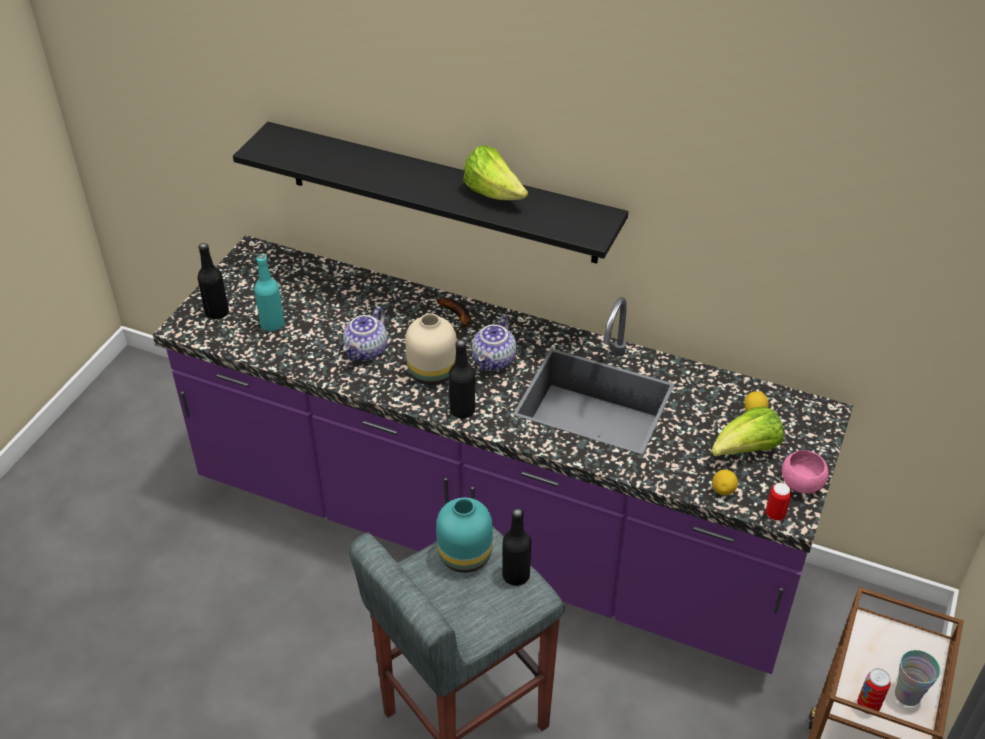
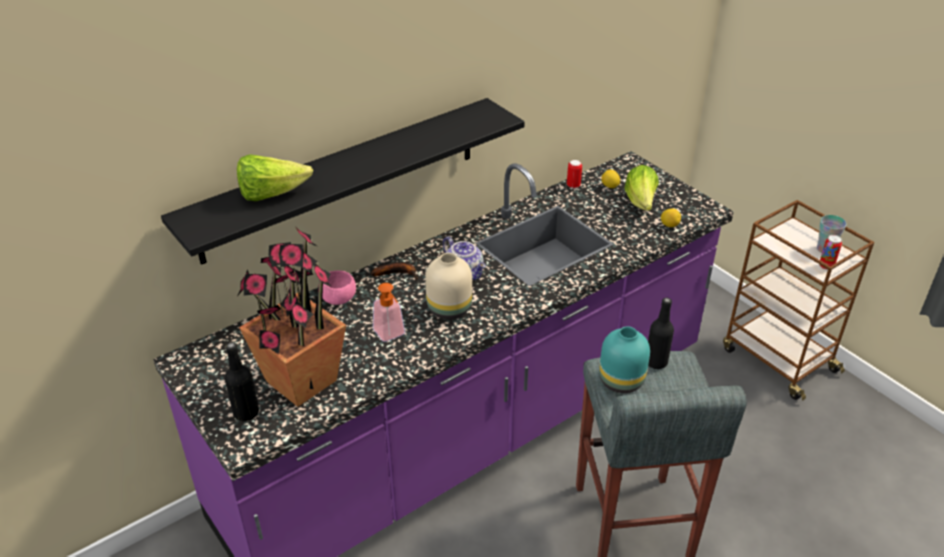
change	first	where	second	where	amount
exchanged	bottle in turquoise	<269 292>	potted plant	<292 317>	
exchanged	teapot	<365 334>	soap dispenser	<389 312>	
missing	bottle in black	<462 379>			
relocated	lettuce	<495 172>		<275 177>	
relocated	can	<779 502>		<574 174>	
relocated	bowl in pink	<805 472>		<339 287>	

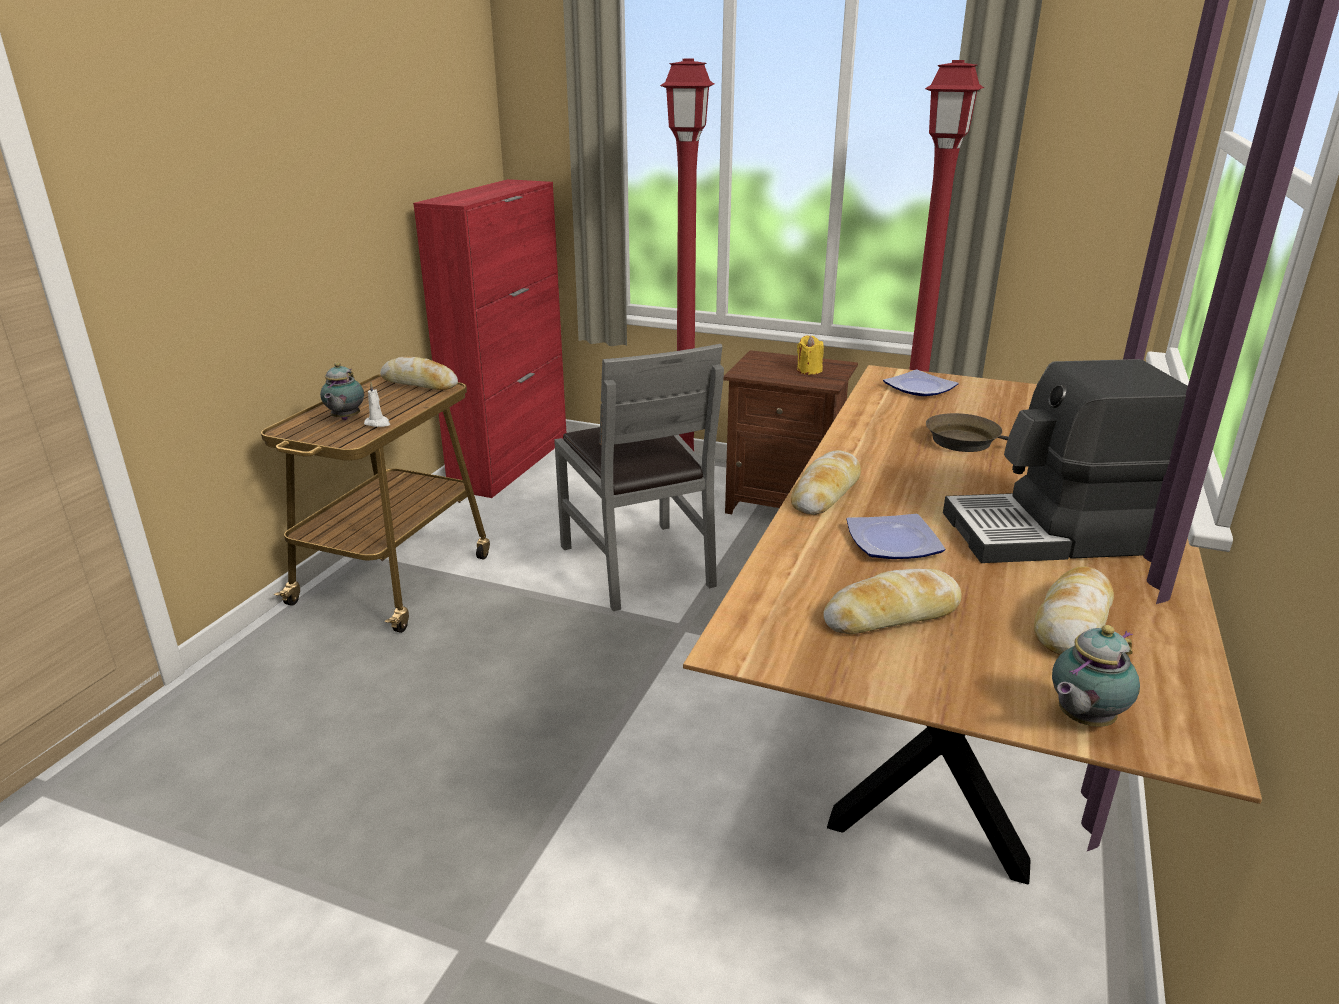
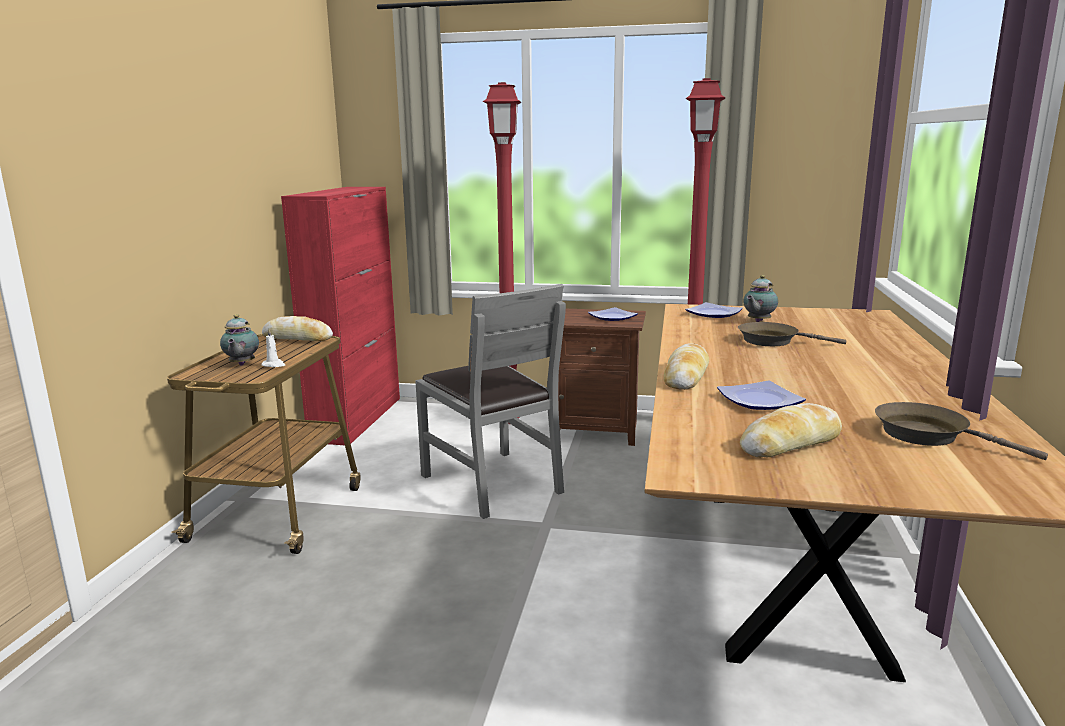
change	first	where	second	where	amount
exchanged	candle in yellow	<810 355>	plate	<613 314>	
missing	coffee machine	<1065 461>			
exchanged	bread	<1074 610>	frying pan in brown	<961 431>	
relocated	teapot	<1096 676>		<760 298>	

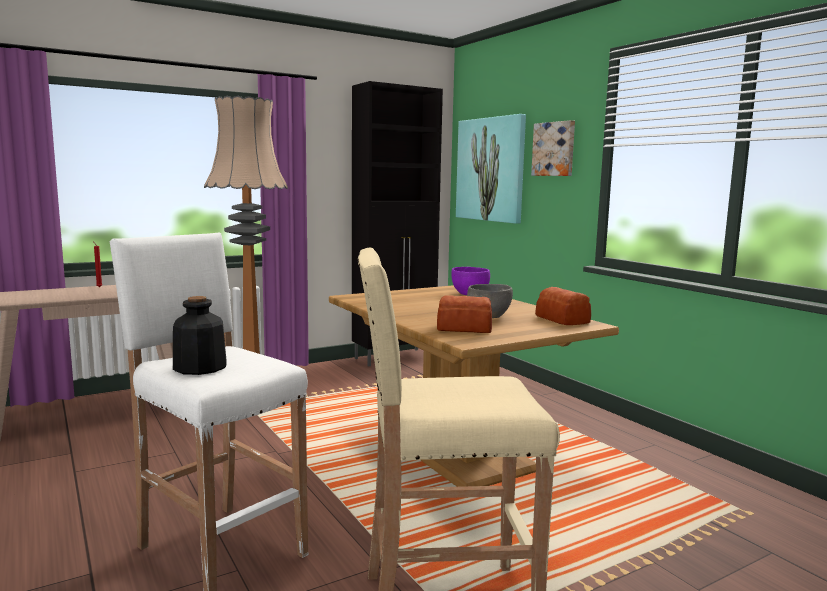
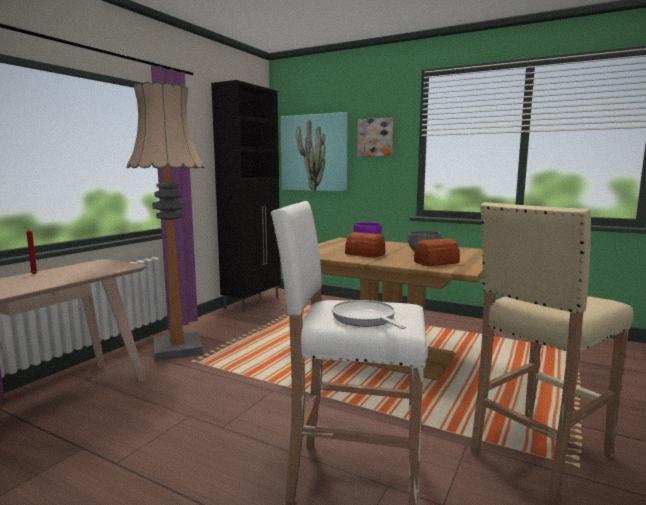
change	first	where	second	where	amount
exchanged	bottle	<200 335>	frying pan	<369 314>	
relocated	bread	<563 306>		<365 244>	

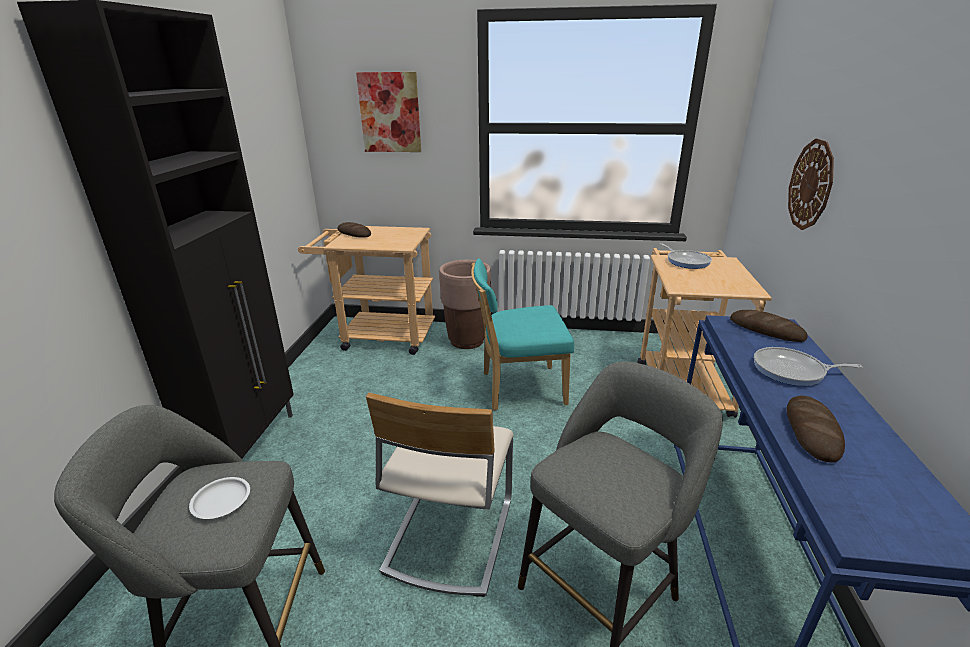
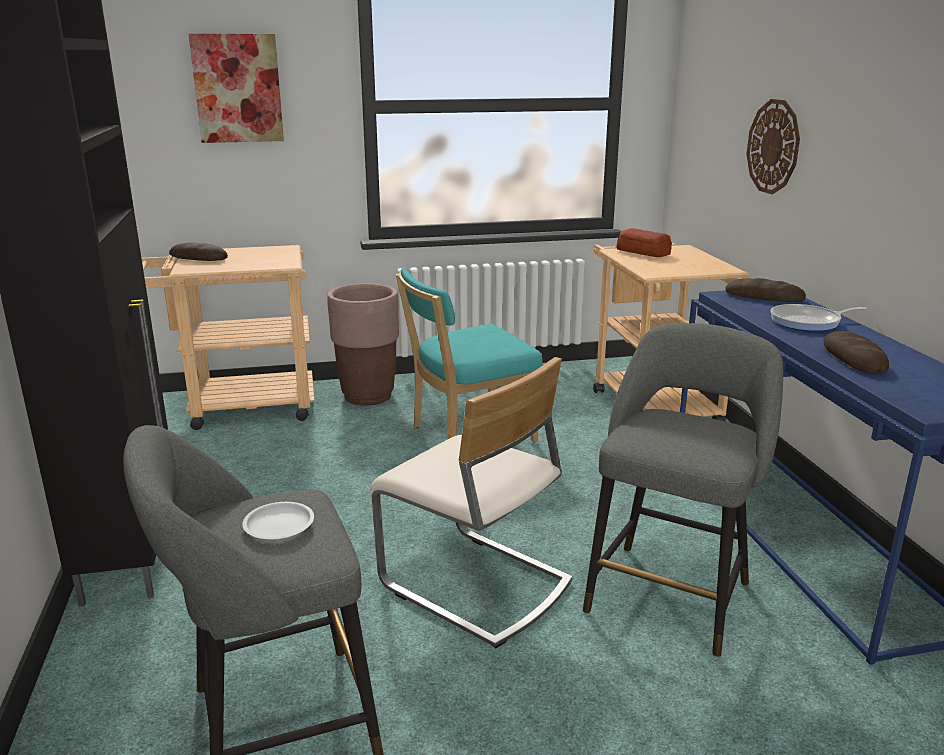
change	first	where	second	where	amount
spun	chair in beige	<440 495>		<471 502>	45 degrees counterclockwise
exchanged	frying pan	<685 256>	bread	<644 242>	

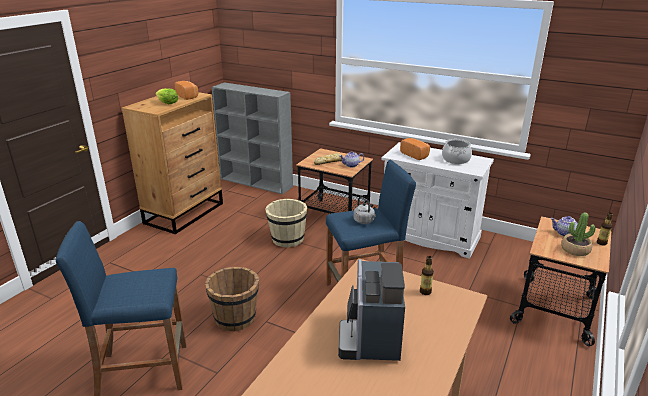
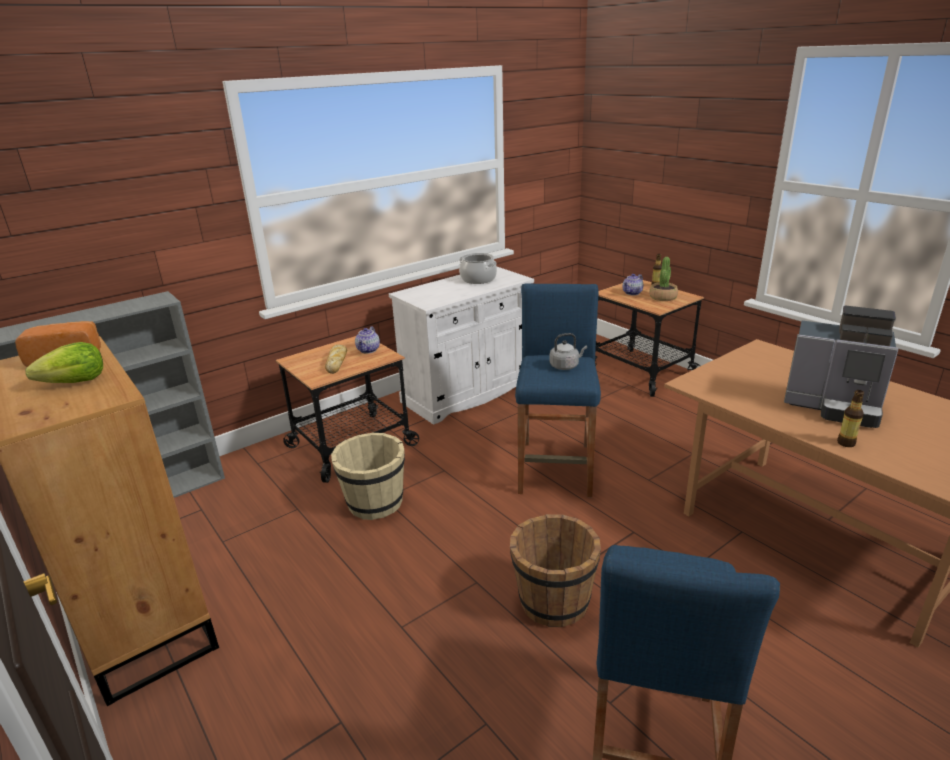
change	first	where	second	where	amount
missing	bread	<415 149>			
relocated	bottle	<427 275>		<850 418>	

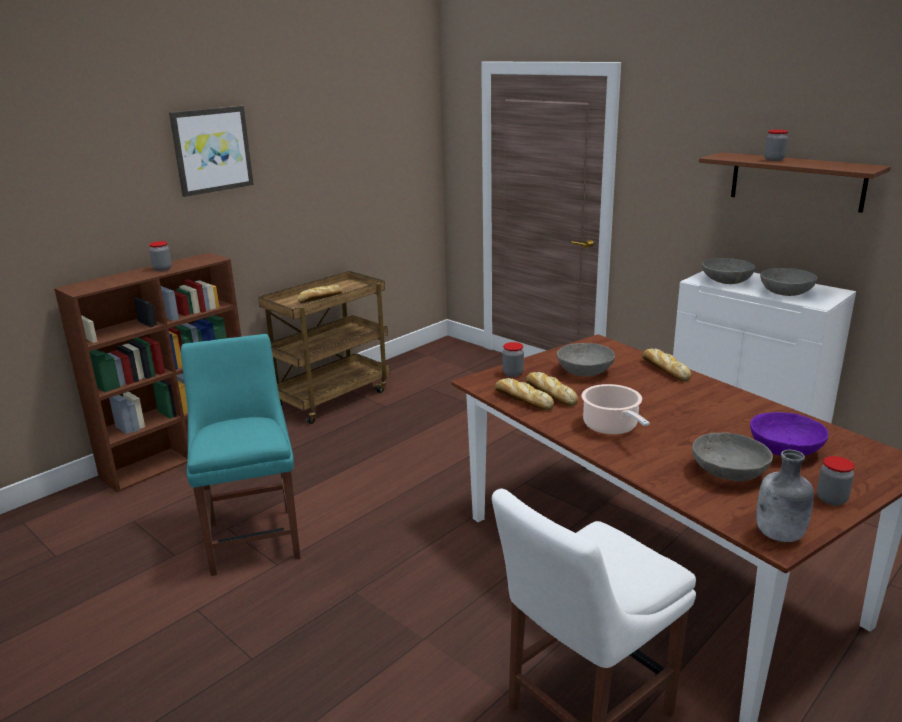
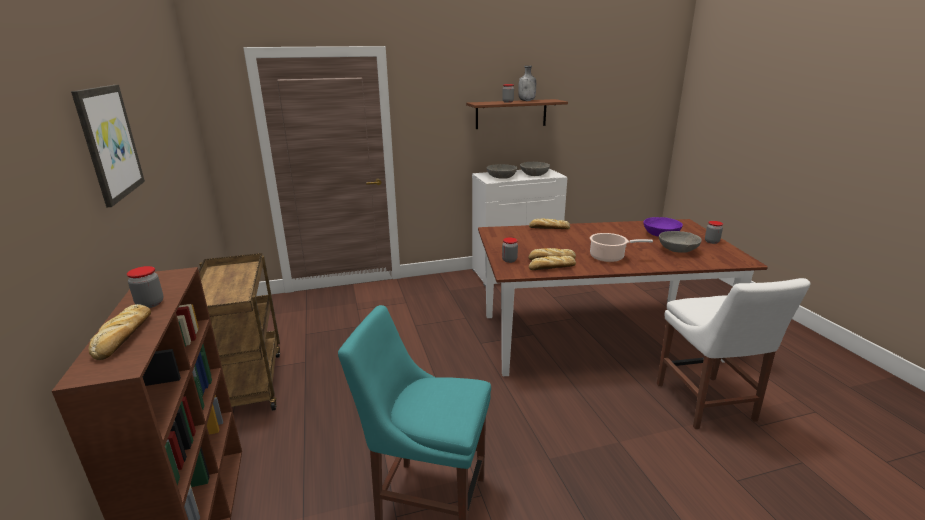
change	first	where	second	where	amount
relocated	bread	<320 294>		<120 332>	
missing	bowl in grey	<586 360>			
relocated	bottle in grey	<785 496>		<527 83>	

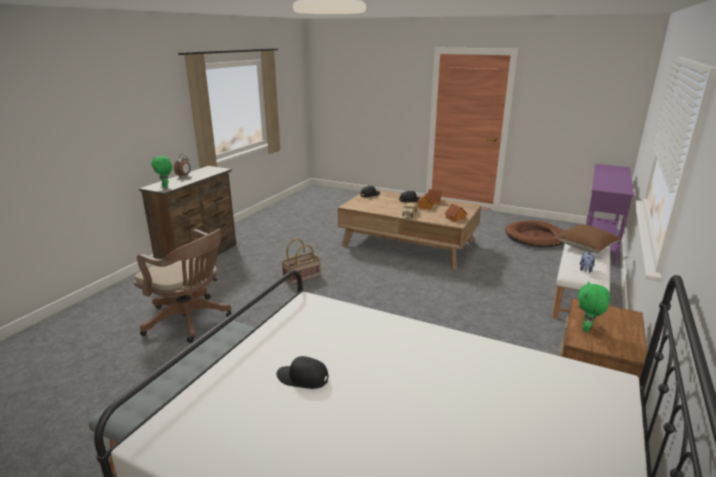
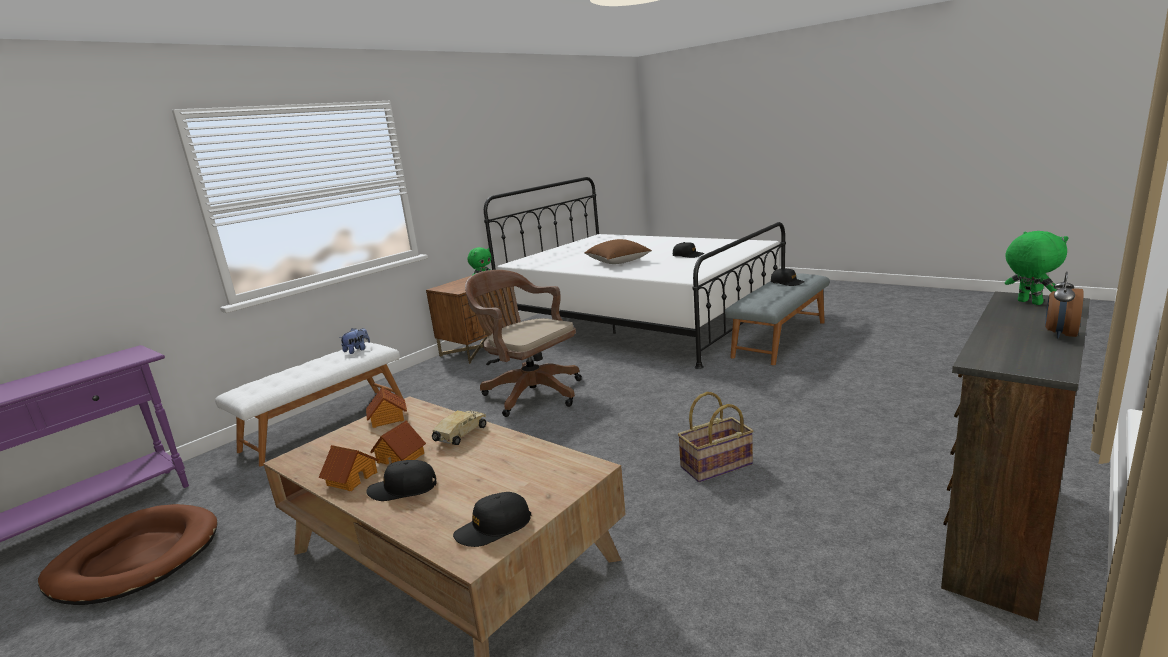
change	first	where	second	where	amount
relocated	office chair in brown	<183 285>		<523 343>	
relocated	pillow in brown	<588 239>		<618 251>	
appeared			cap in black	<788 277>	

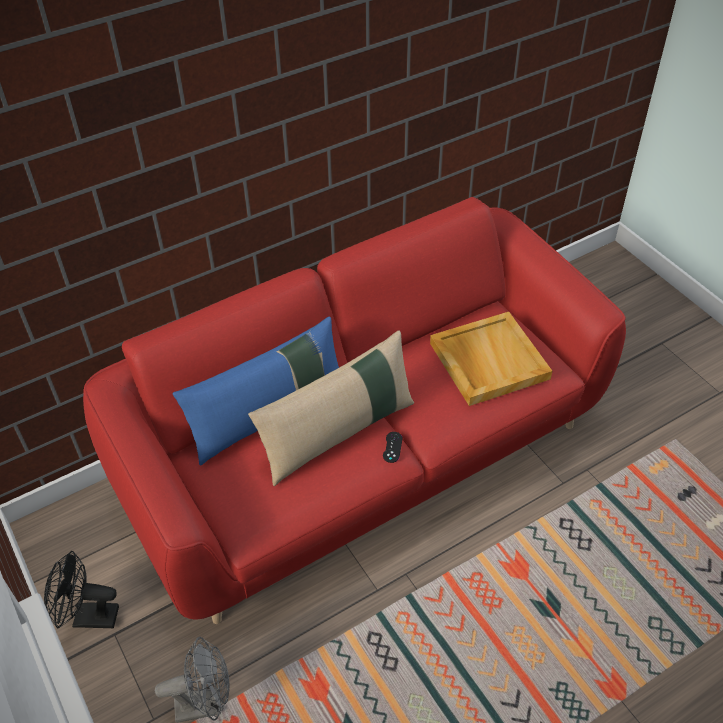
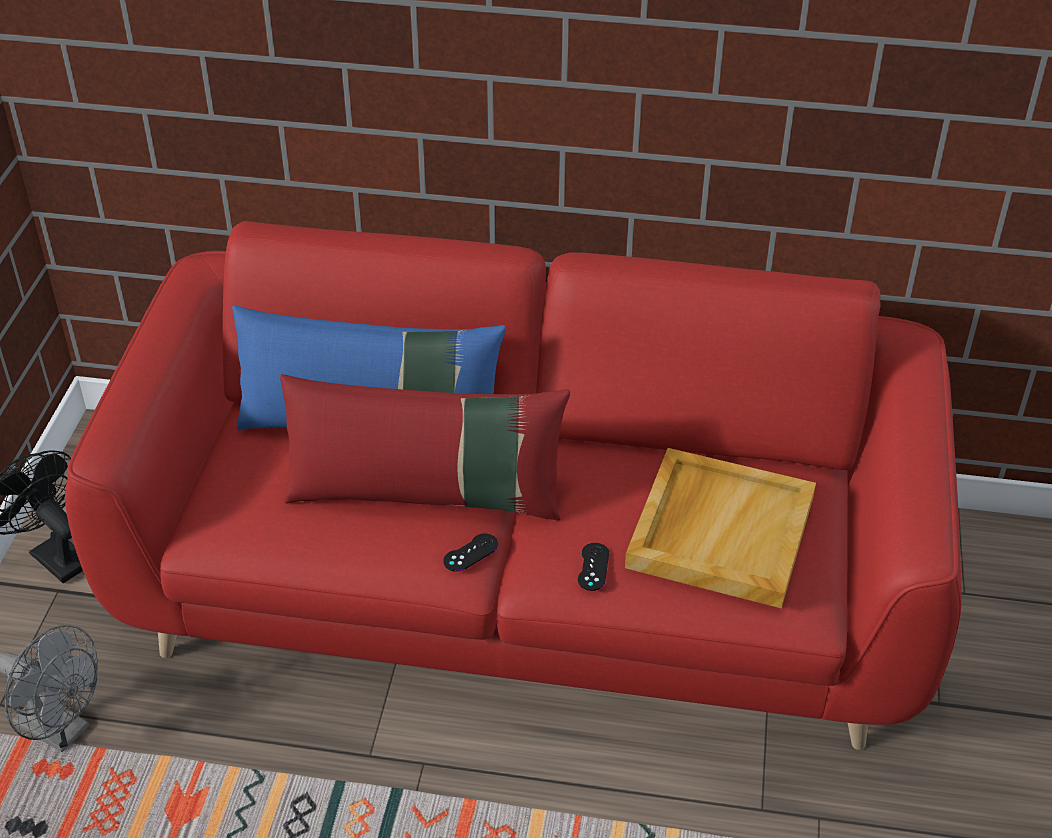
change	first	where	second	where	amount
colour	pillow in beige	<331 408>	pillow in red	<425 447>	
appeared			game controller in black	<593 567>	

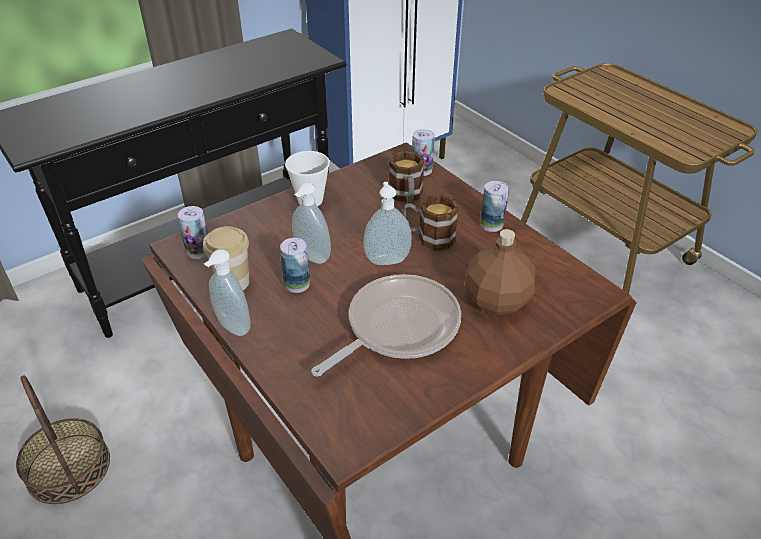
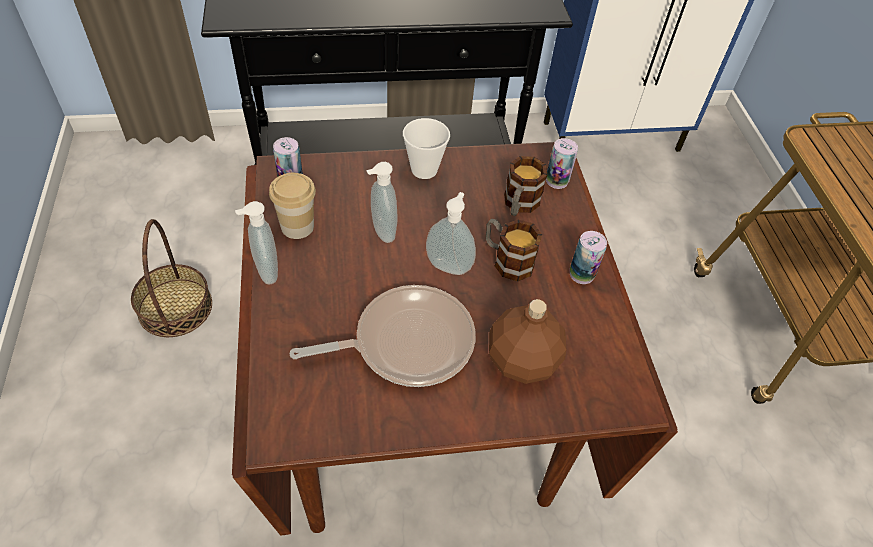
change	first	where	second	where	amount
missing	can	<295 265>			

